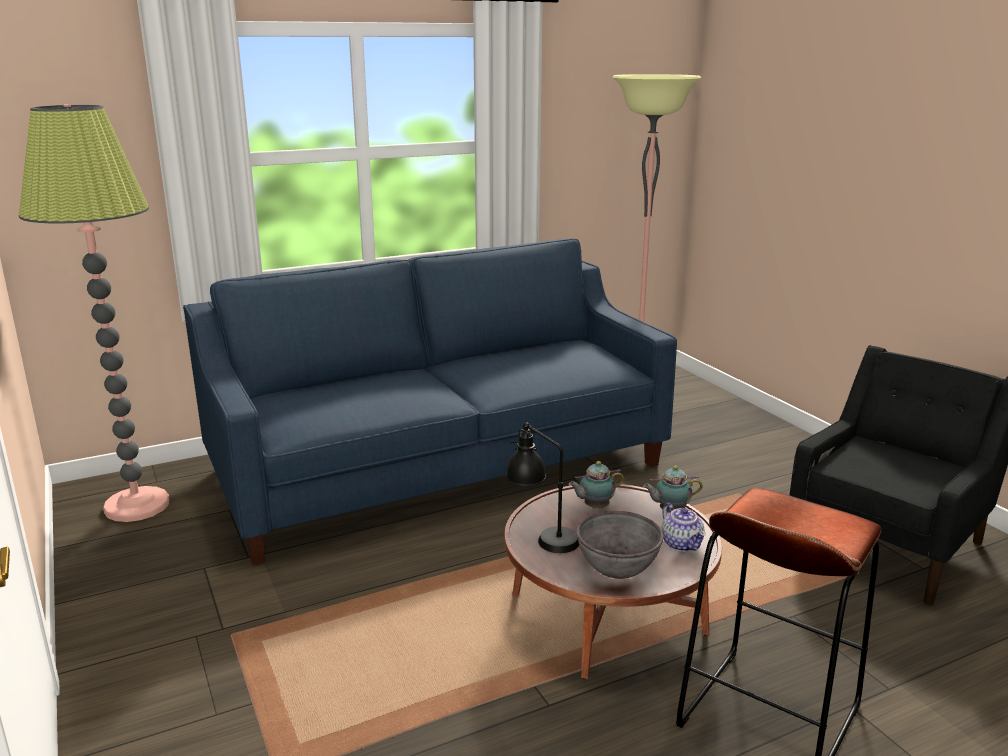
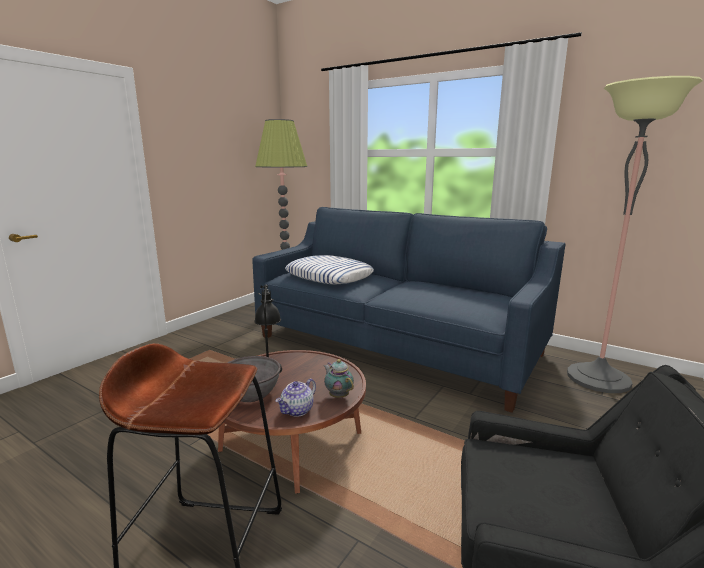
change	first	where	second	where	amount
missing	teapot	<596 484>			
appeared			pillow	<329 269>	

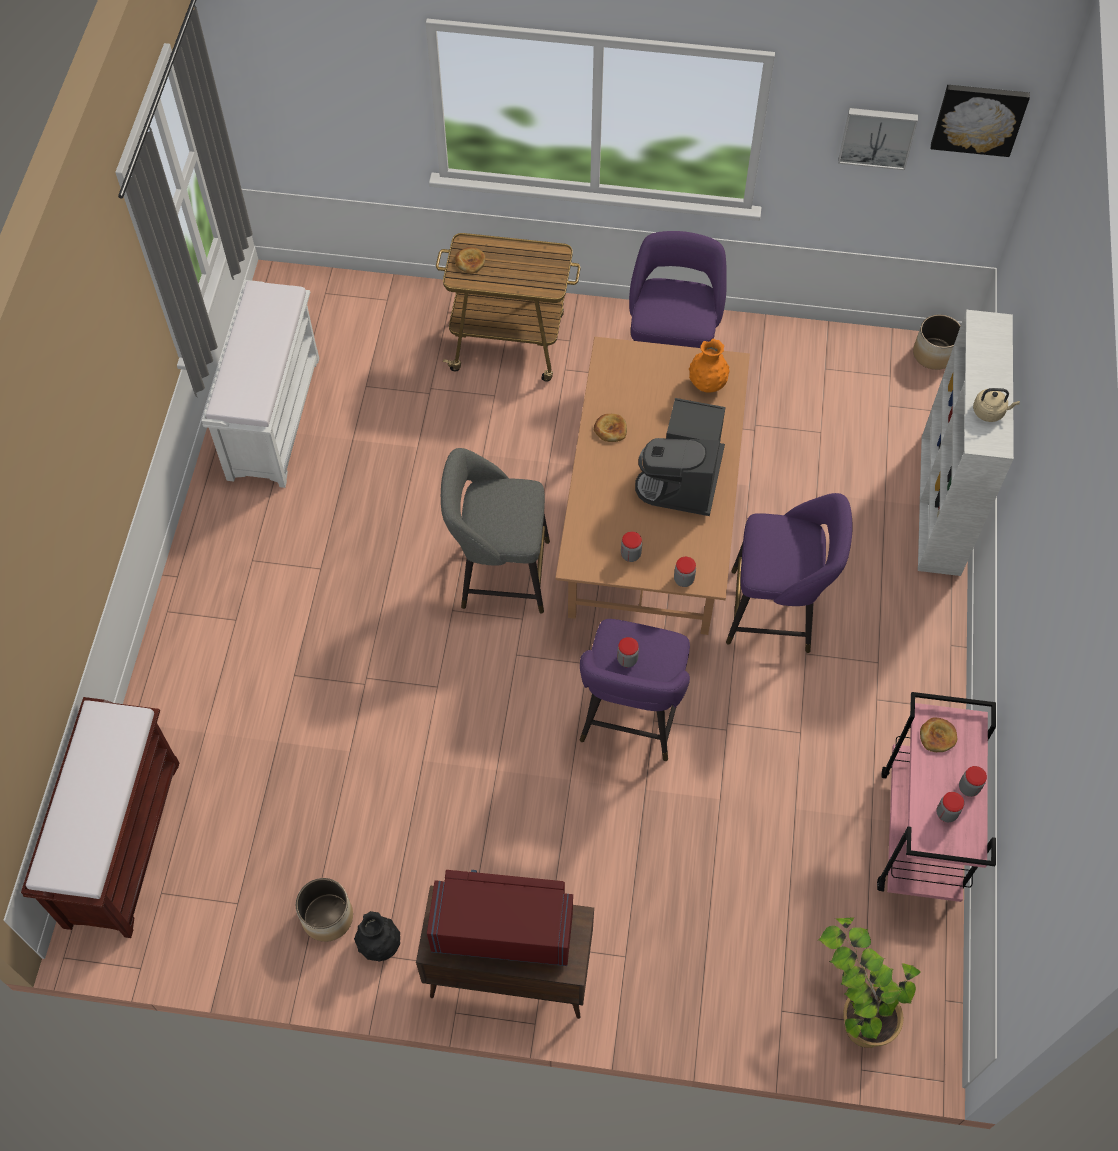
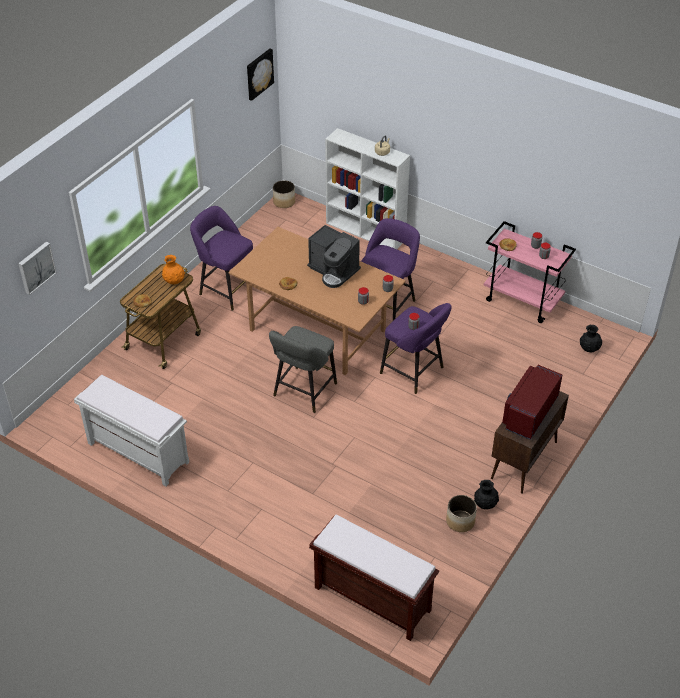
change	first	where	second	where	amount
relocated	vase in orange	<709 366>		<173 270>	
exchanged	potted plant	<869 982>	vase in black	<591 338>	
relocated	picture	<878 139>		<37 268>	

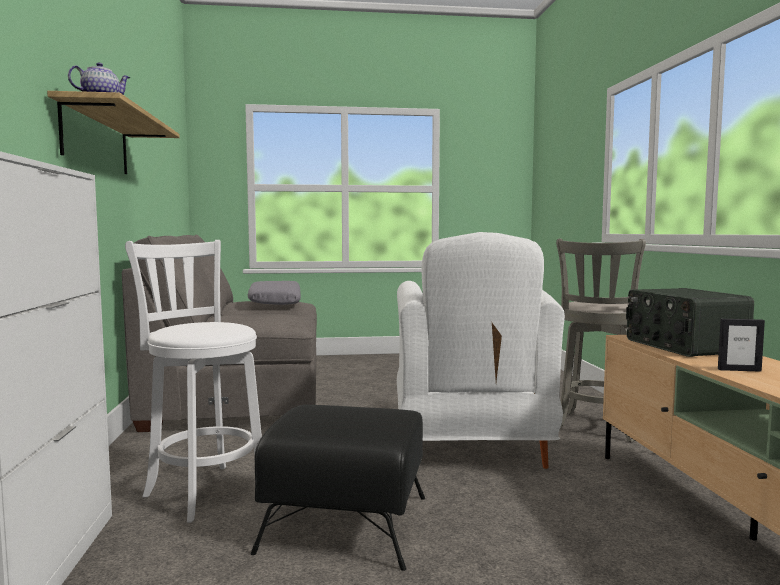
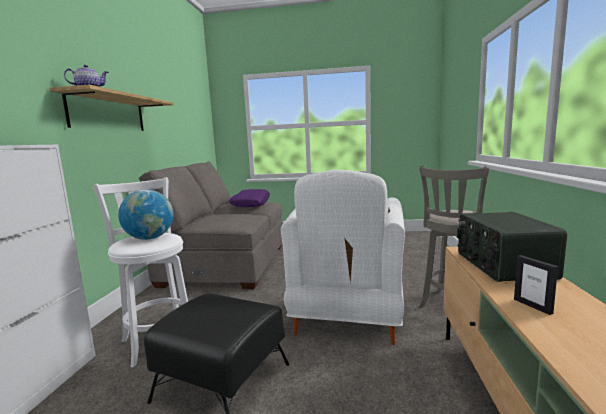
change	first	where	second	where	amount
colour	pillow in grey	<274 293>	pillow in purple	<250 198>	
spun	picture frame	<741 345>		<536 285>	45 degrees clockwise
appeared			globe	<145 214>	

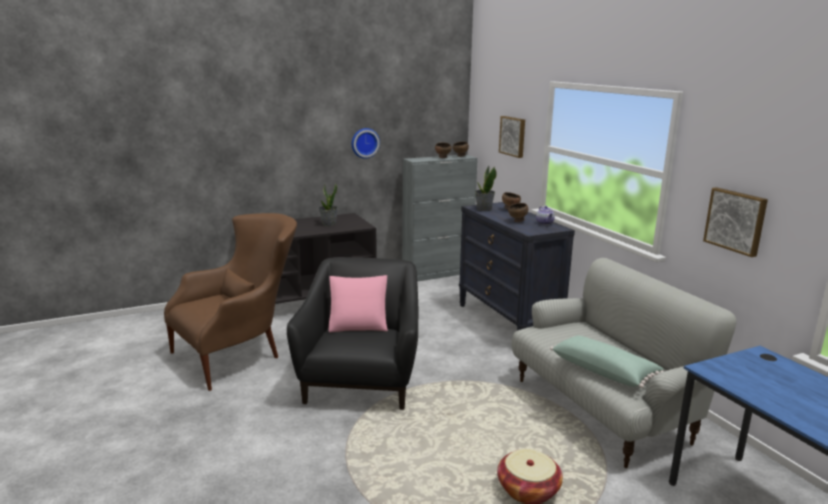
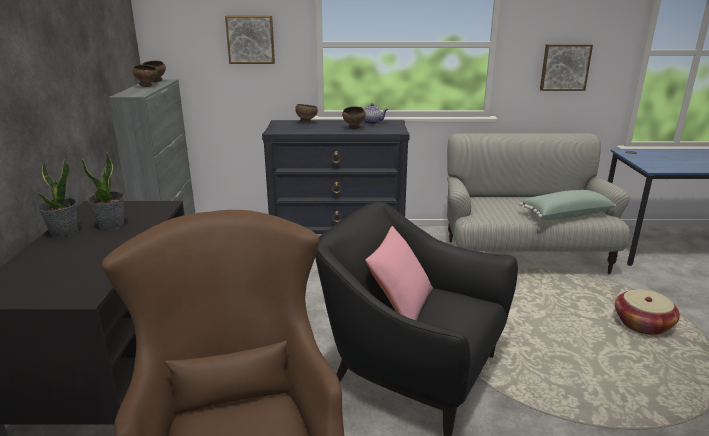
change	first	where	second	where	amount
missing	wall clock	<366 143>			
relocated	potted plant	<486 188>		<58 198>	

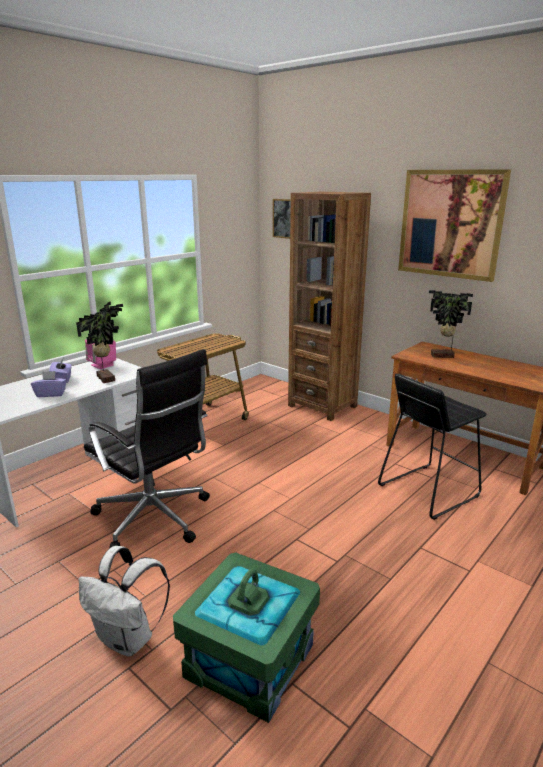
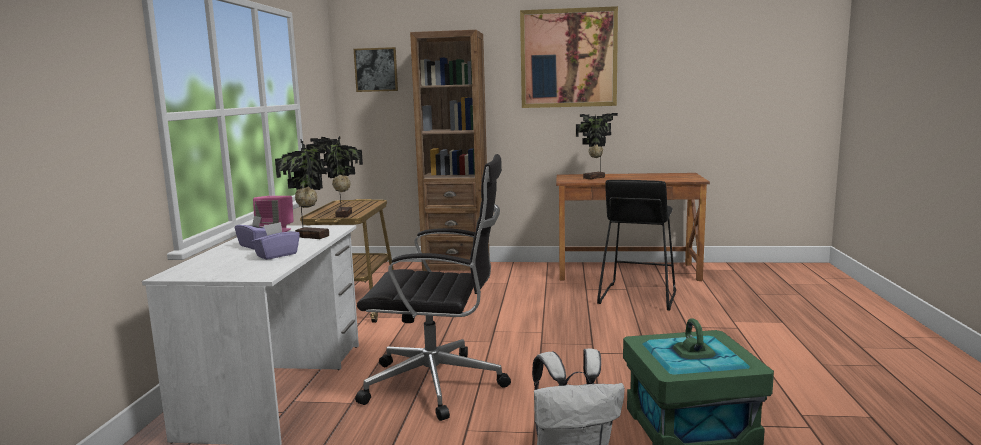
change	first	where	second	where	amount
appeared			potted plant	<336 177>	

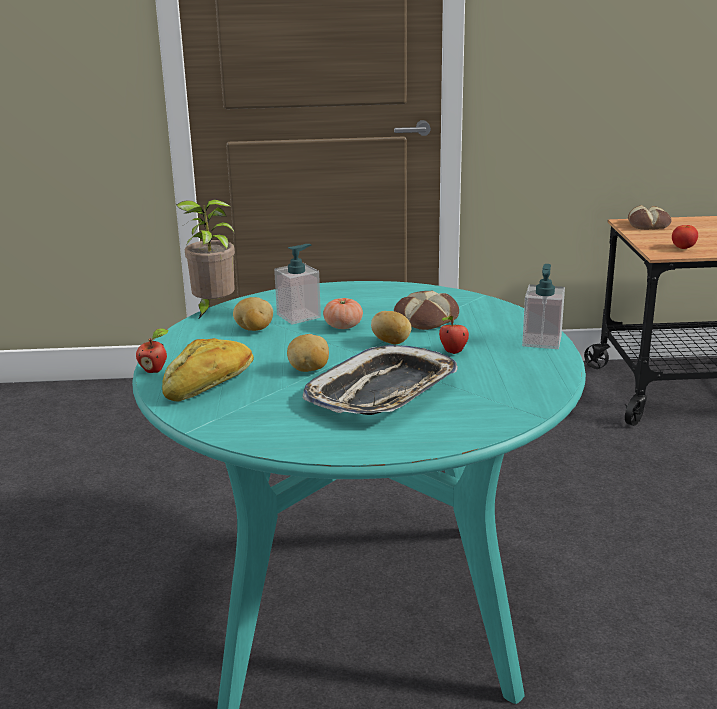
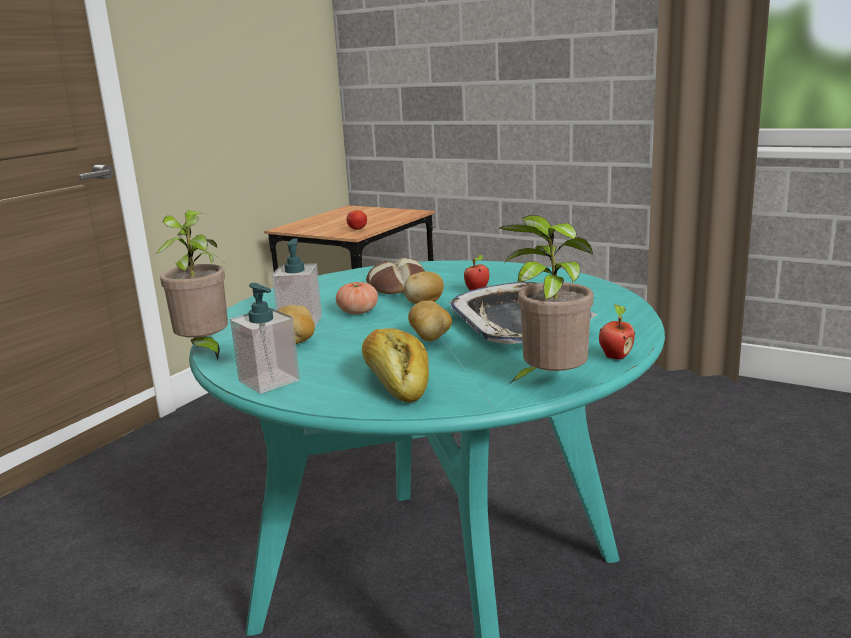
change	first	where	second	where	amount
relocated	apple	<152 350>		<617 332>	
relocated	soap dispenser	<543 306>		<265 338>	
missing	bread	<650 217>			
appeared			potted plant	<546 299>	

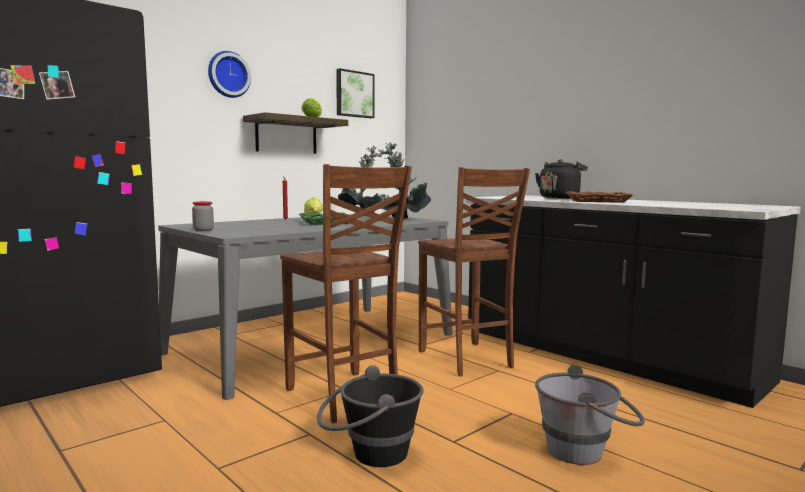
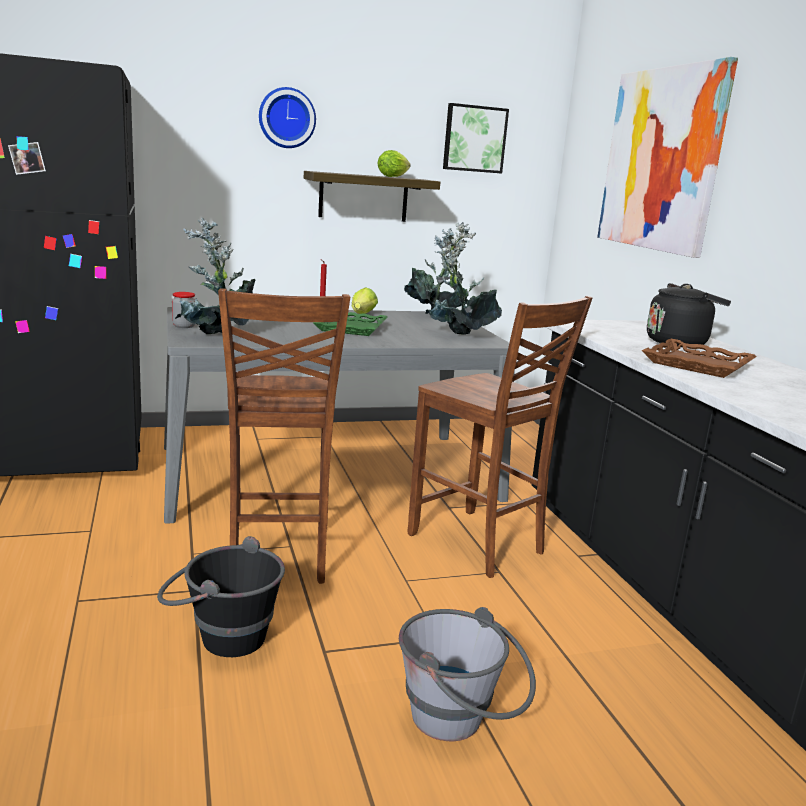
change	first	where	second	where	amount
spun	chair in brown	<474 271>		<500 437>	45 degrees counterclockwise
appeared			potted plant	<215 276>	
appeared			picture	<667 157>	

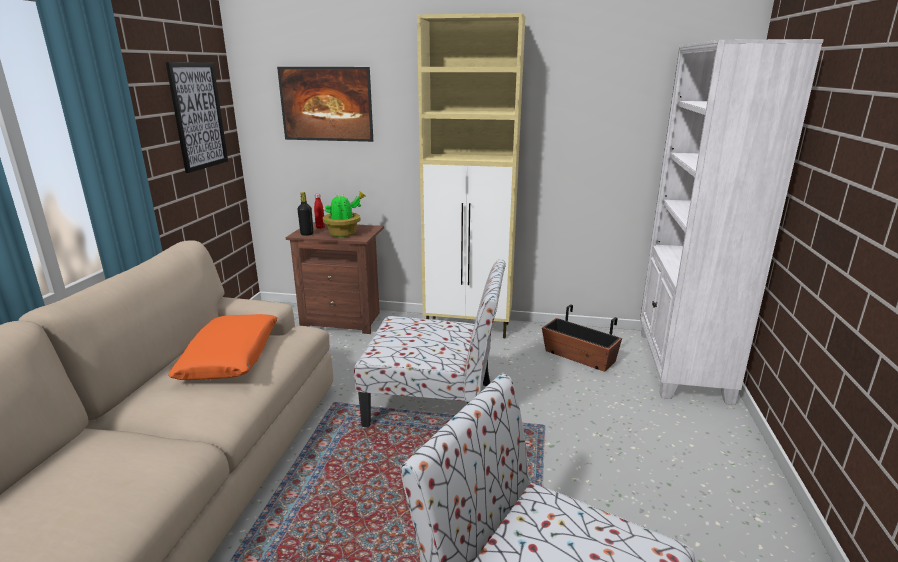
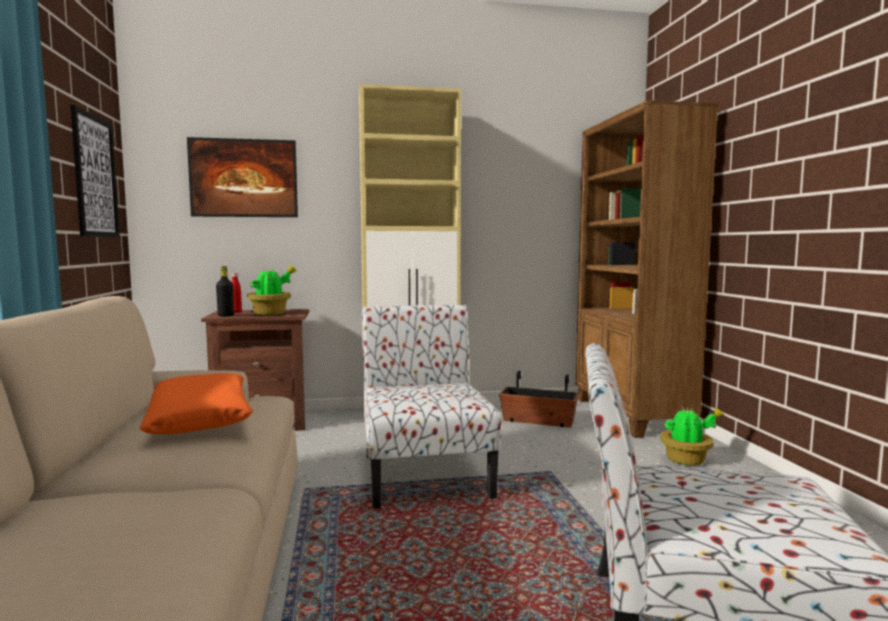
change	first	where	second	where	amount
spun	chair	<430 343>		<431 407>	90 degrees counterclockwise
colour	bookcase in white	<732 222>	bookcase in brown	<647 269>	
appeared			potted plant	<692 436>	

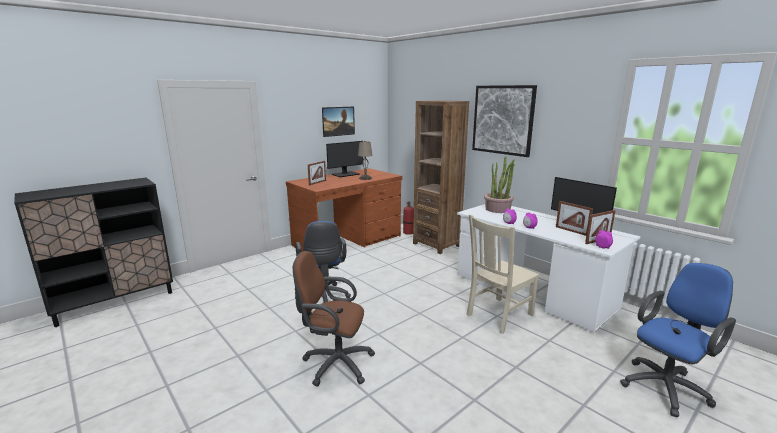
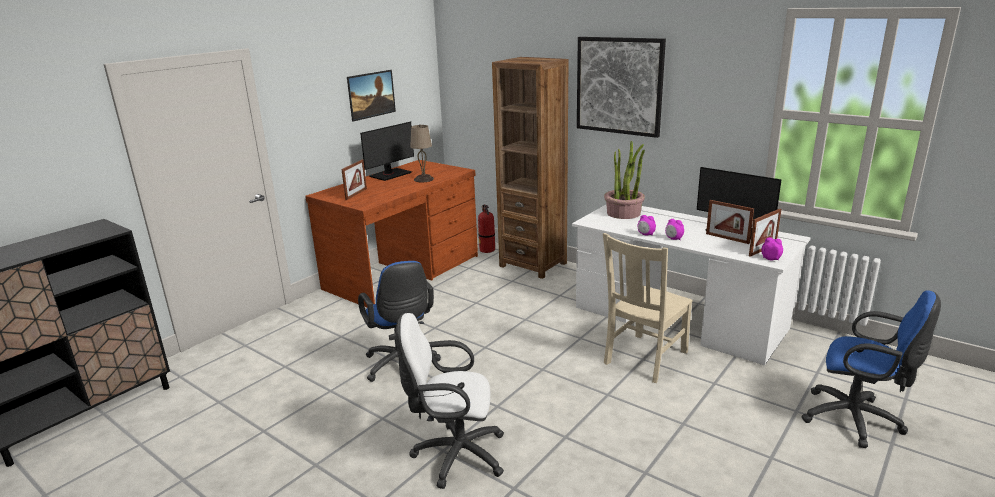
change	first	where	second	where	amount
colour	office chair in brown	<334 319>	office chair in white	<450 401>	
spun	office chair in blue	<678 340>		<871 369>	75 degrees clockwise

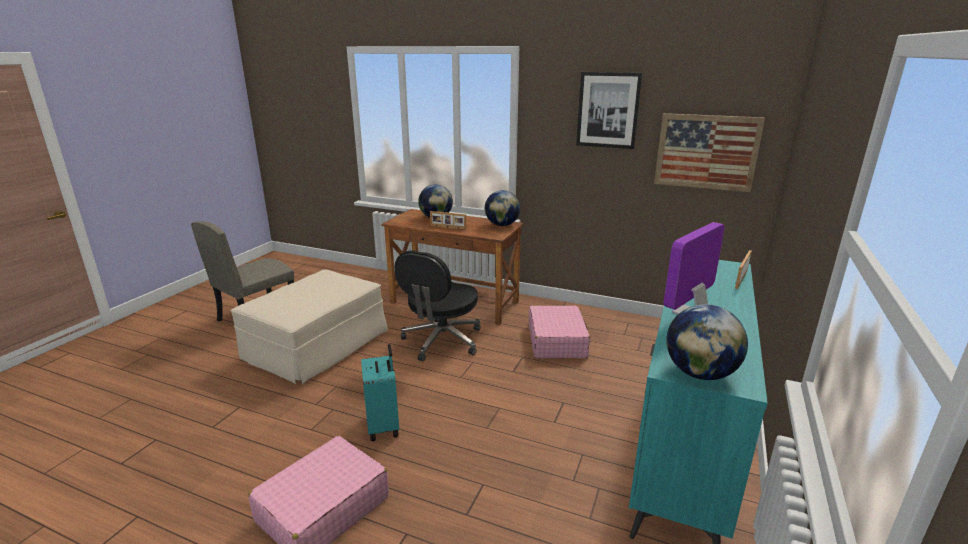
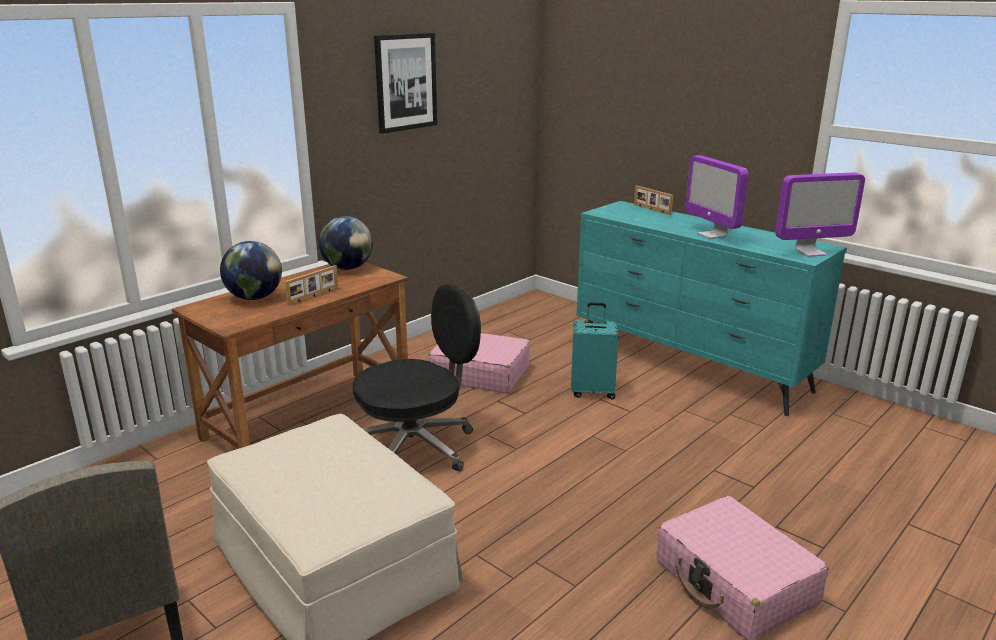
change	first	where	second	where	amount
relocated	suitcase in turquoise	<380 392>		<595 350>	
spun	office chair in black	<437 306>		<417 377>	75 degrees counterclockwise
missing	picture	<709 152>			
exchanged	globe	<707 342>	monitor	<820 215>	

